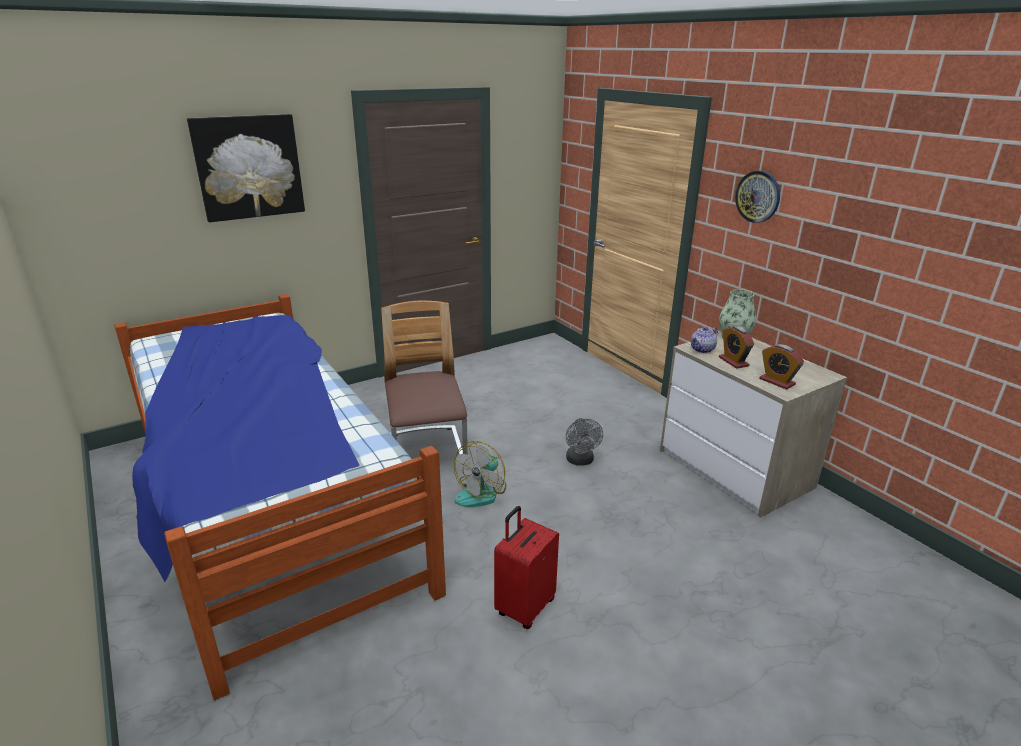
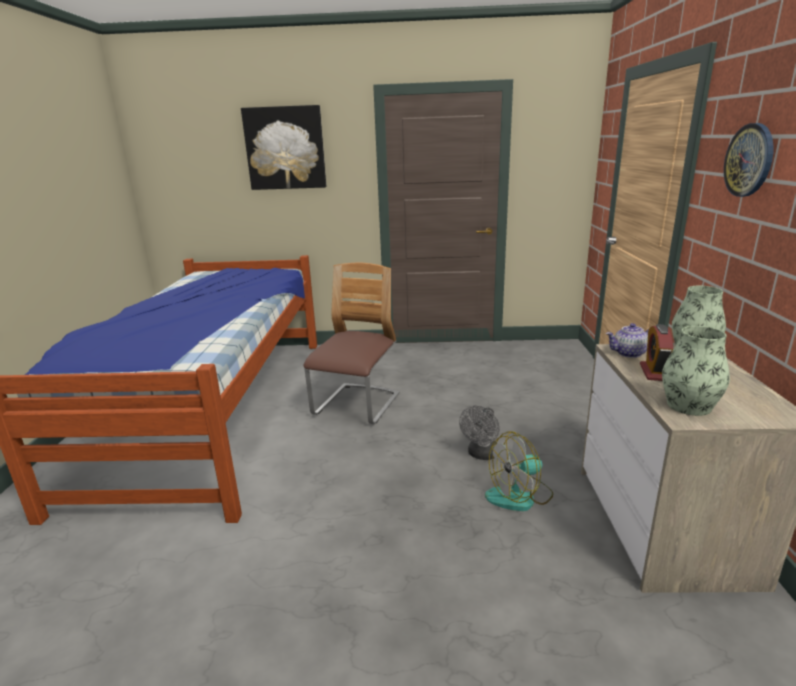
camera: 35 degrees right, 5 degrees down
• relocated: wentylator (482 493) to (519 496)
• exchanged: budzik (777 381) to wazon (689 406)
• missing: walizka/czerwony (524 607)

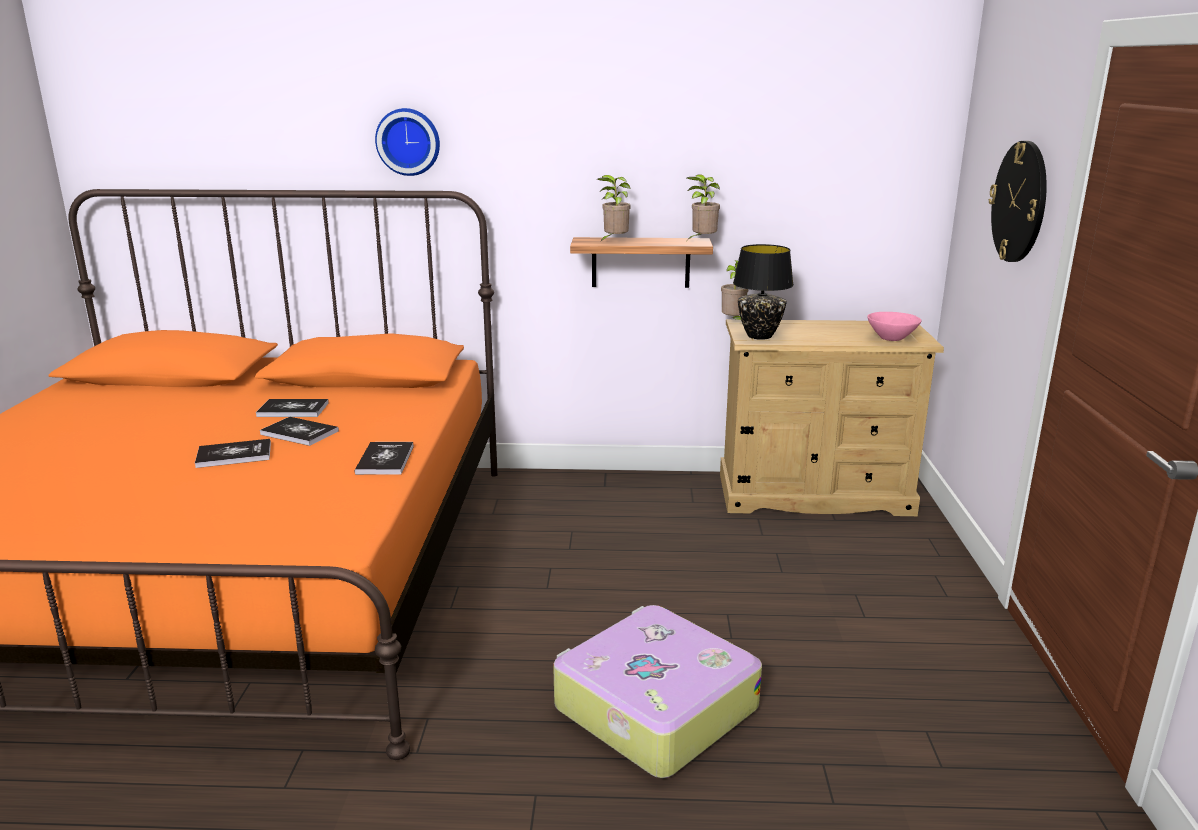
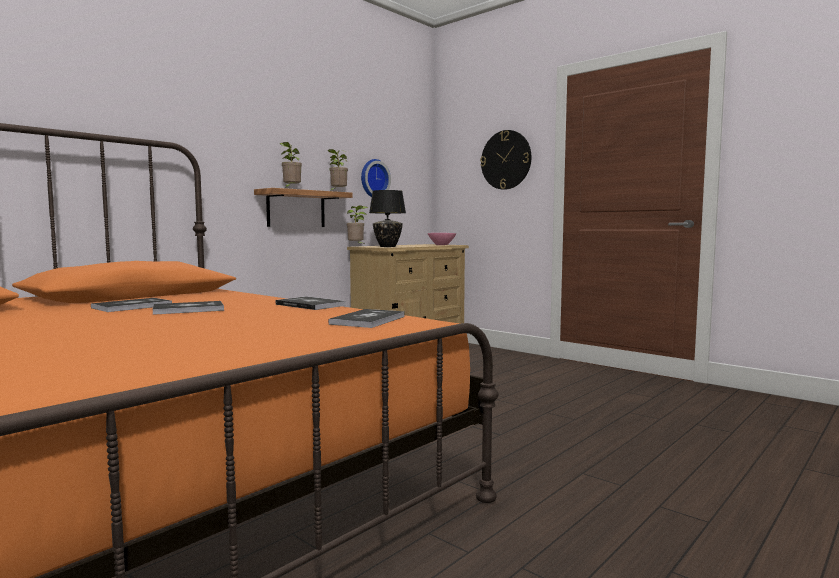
camera: 50 degrees left, 15 degrees down
• relocated: książka (234 455) to (368 320)
• relocated: zegar ścienny (409 141) to (373 179)
• missing: walizka (653 707)

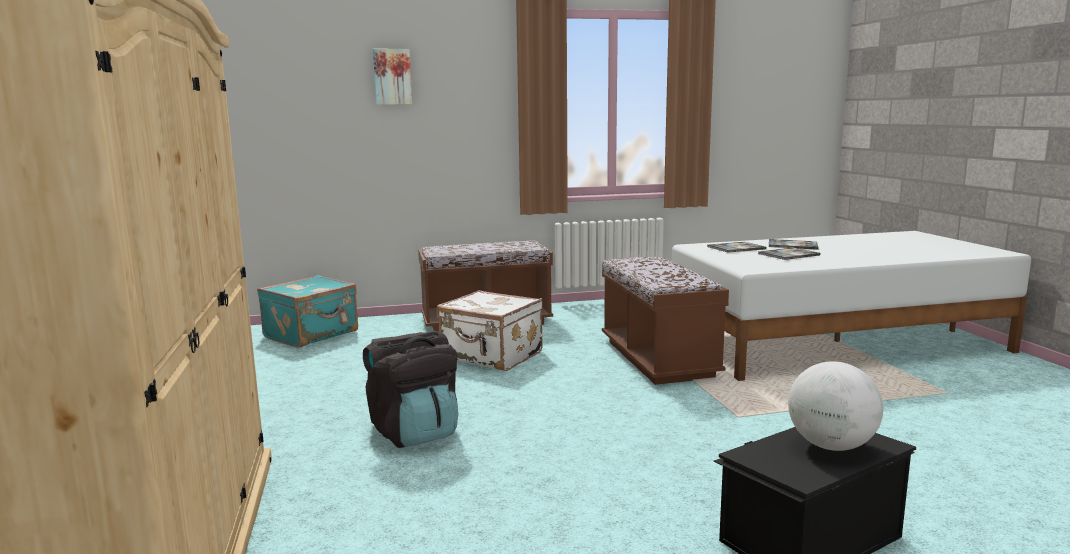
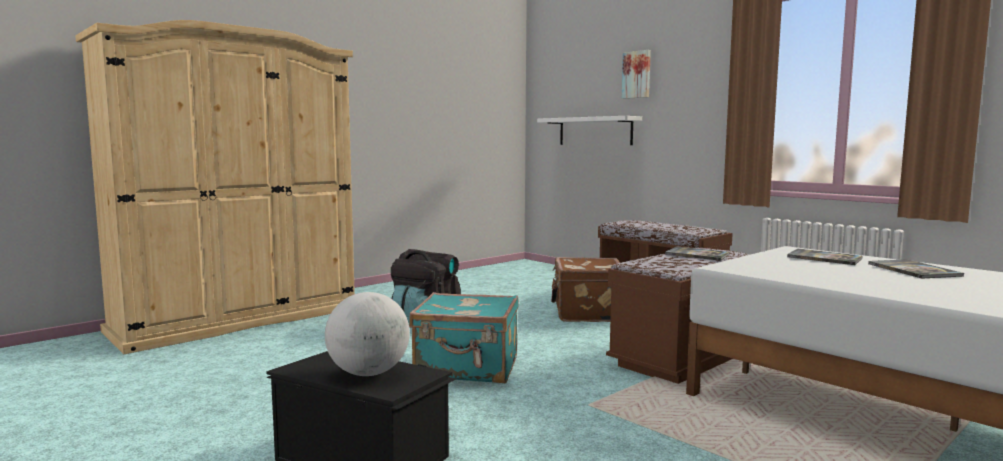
camera: 60 degrees right, 5 degrees down
• relocated: walizka/turkusowy (312 334) to (467 368)
• appeared: półka/biały (595 131)
• colour: walizka/biały (491 356) to walizka/brązowy (587 313)
• relocated: książka (788 255) to (697 254)

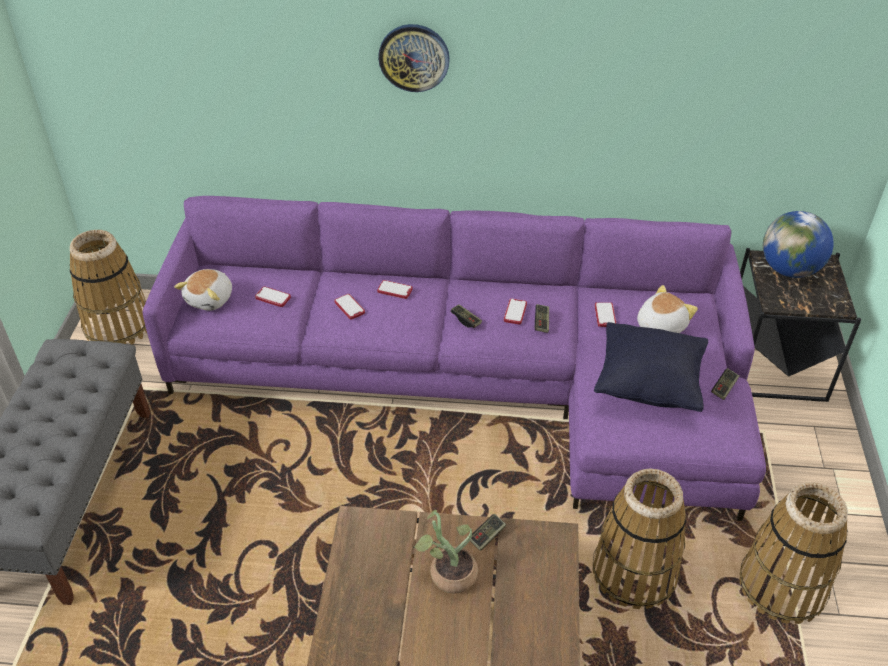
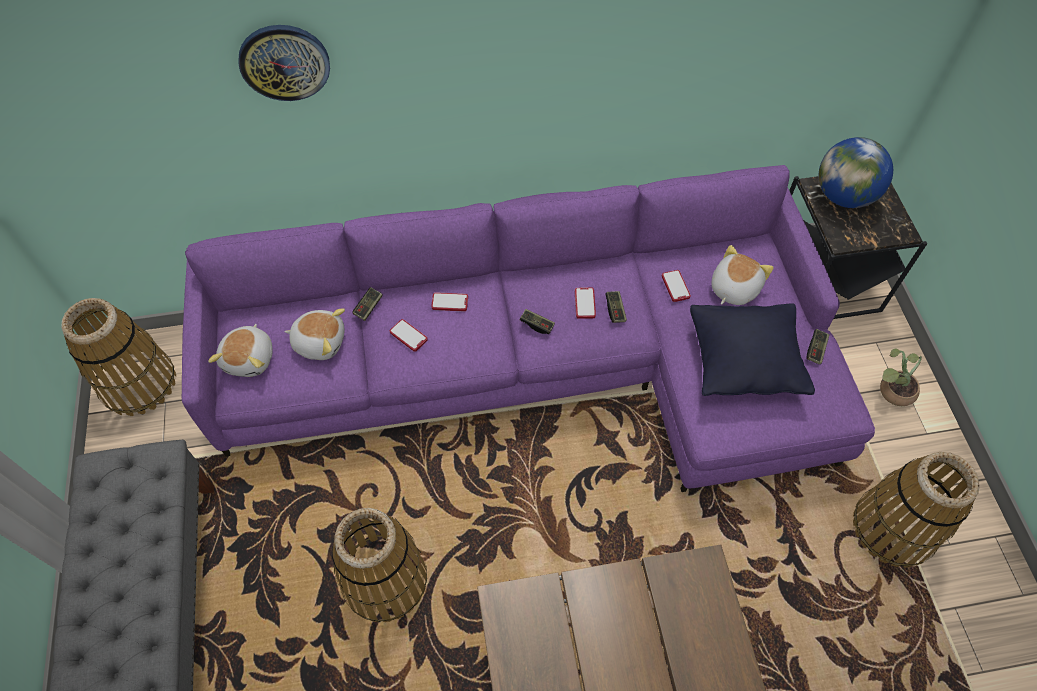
camera: 15 degrees left, 15 degrees up
• relocated: zegar ścienny (414 57) to (284 62)
• exchanged: telefon (273 297) to pluszak (320 341)
• relocated: koszyk (634 573) to (385 580)
• relocated: pad do gier (487 536) to (368 307)
• relocated: roślina doniczkowa (448 573) to (891 391)

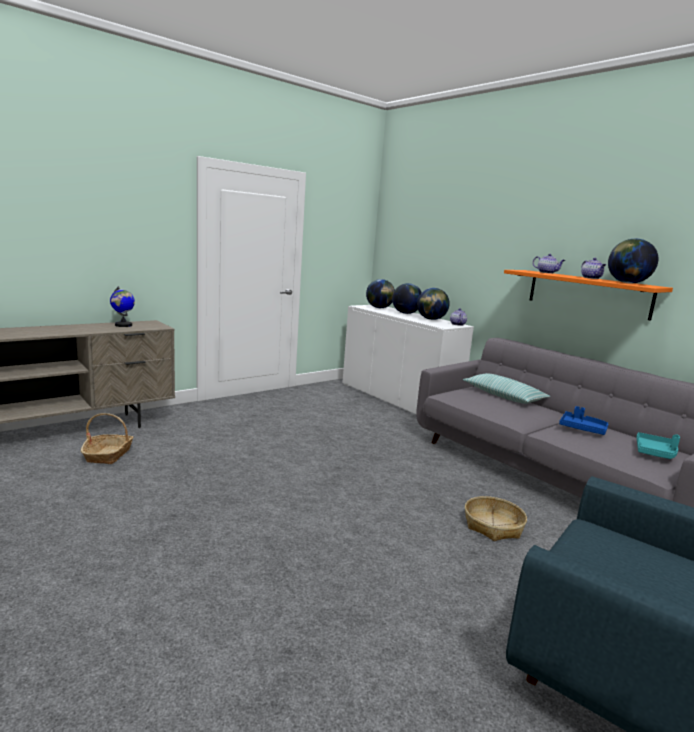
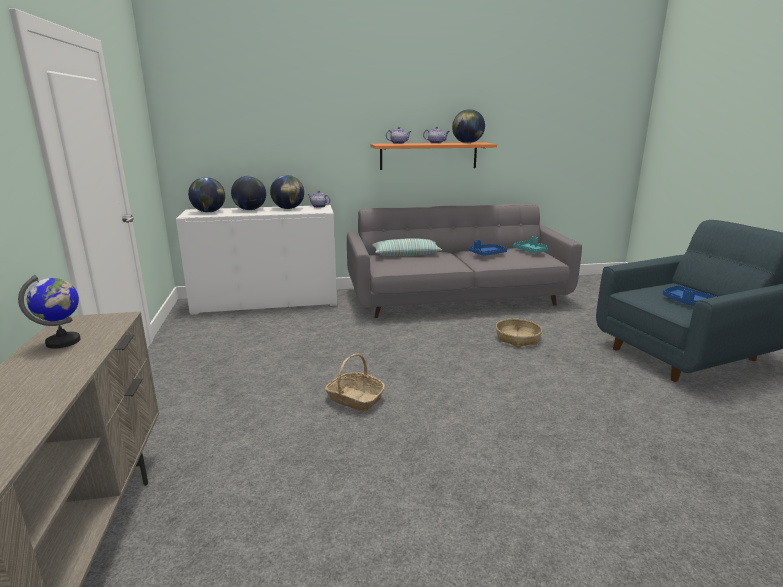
camera: 60 degrees left, 5 degrees up
• relocated: koszyk (108 454) to (354 399)
• appeared: taca/niebieski (686 302)

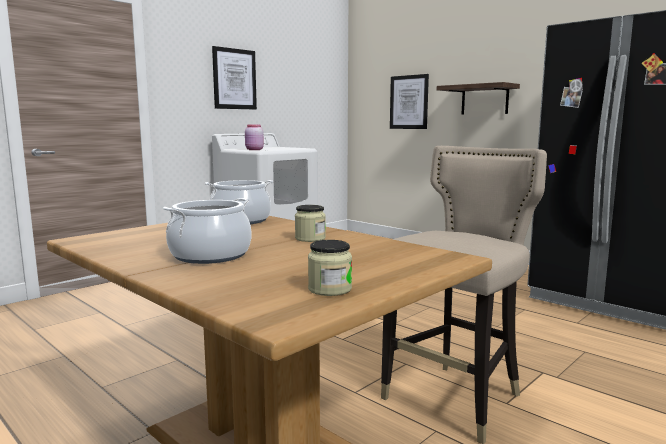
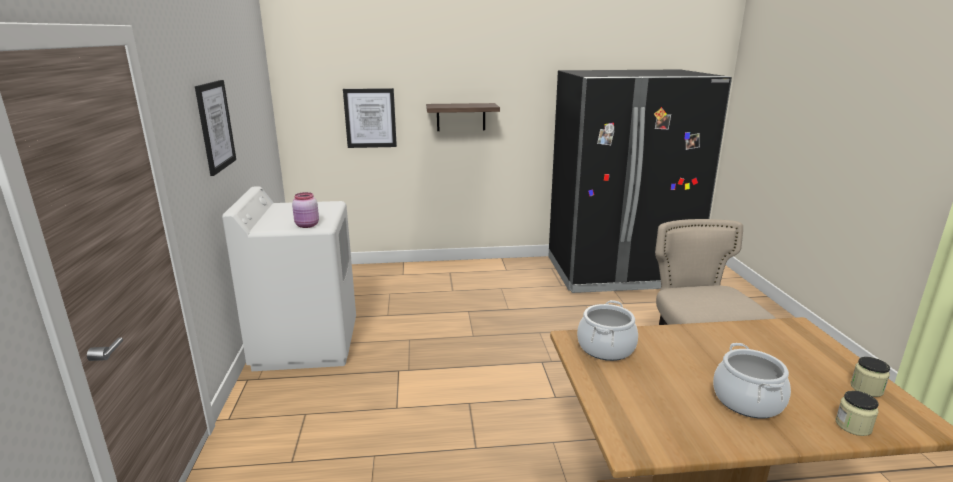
camera: 50 degrees left, 10 degrees up
• relocated: słoik (310 238) to (853 426)

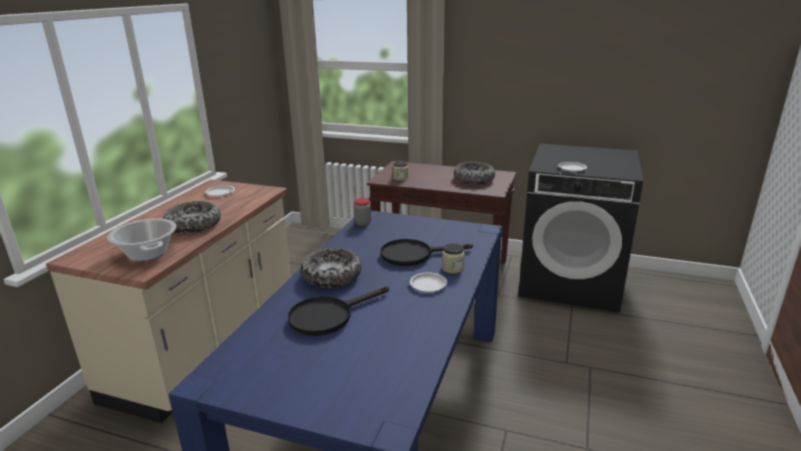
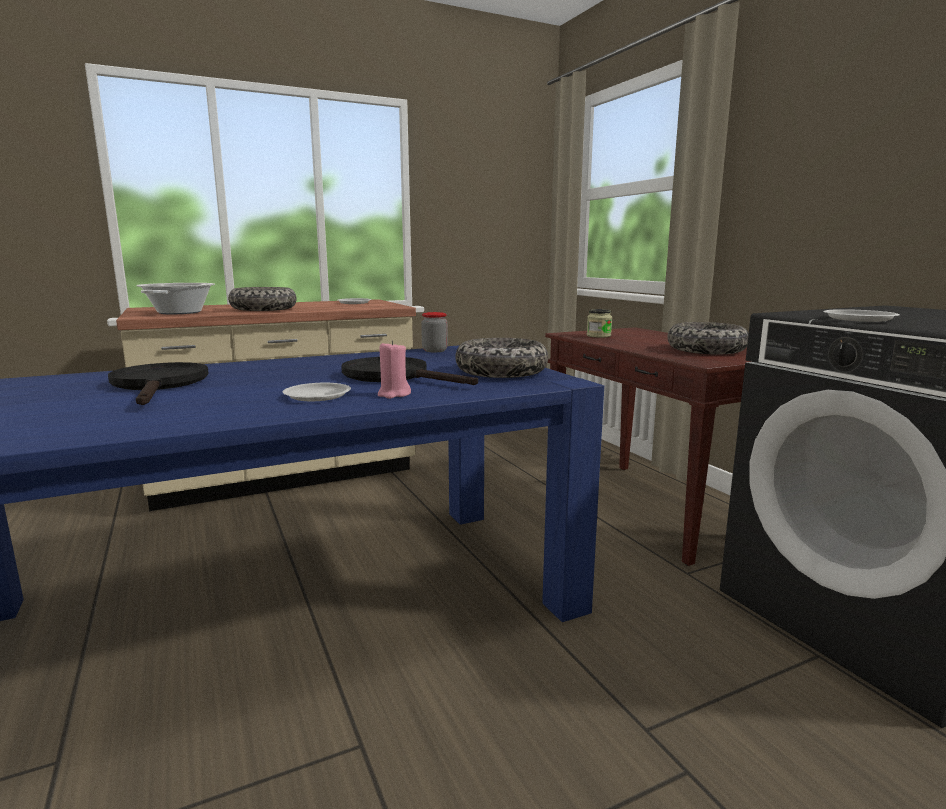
camera: 45 degrees right, 10 degrees down
• spun: patelnia/czarny (328 316) = (160 385) 60 degrees clockwise
• exchanged: słoik (453 268) to świeca/różowy (393 394)
• relocated: miska (331 276) to (501 372)

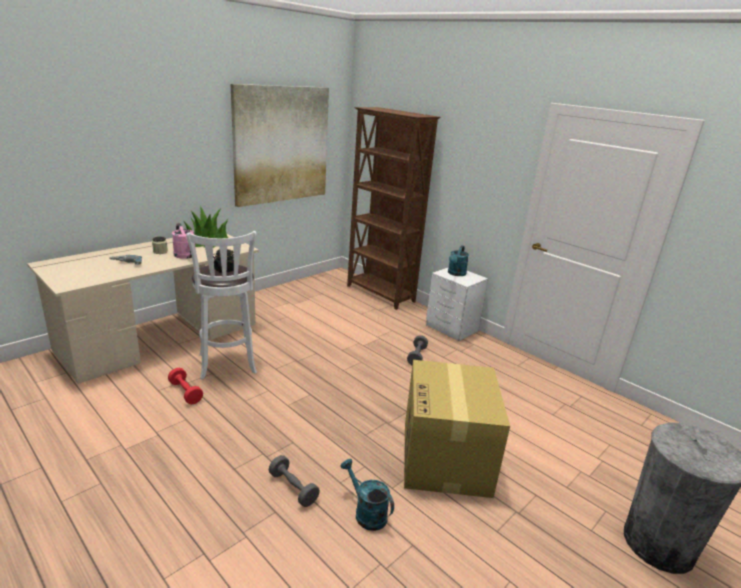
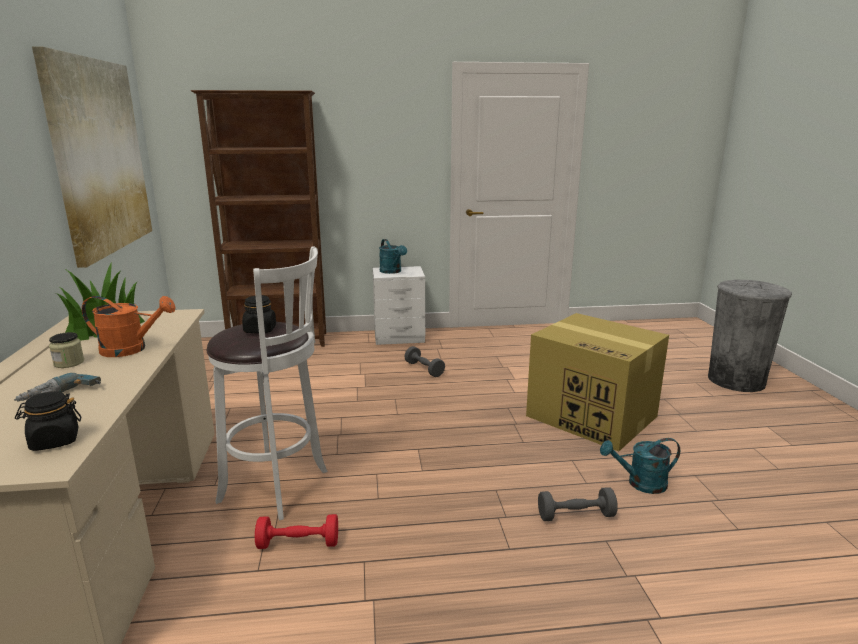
camera: 50 degrees left, 5 degrees down
• appeared: słoik/czarny (54 441)
• colour: konewka/różowy (186 256) to konewka/pomarańczowy (131 349)

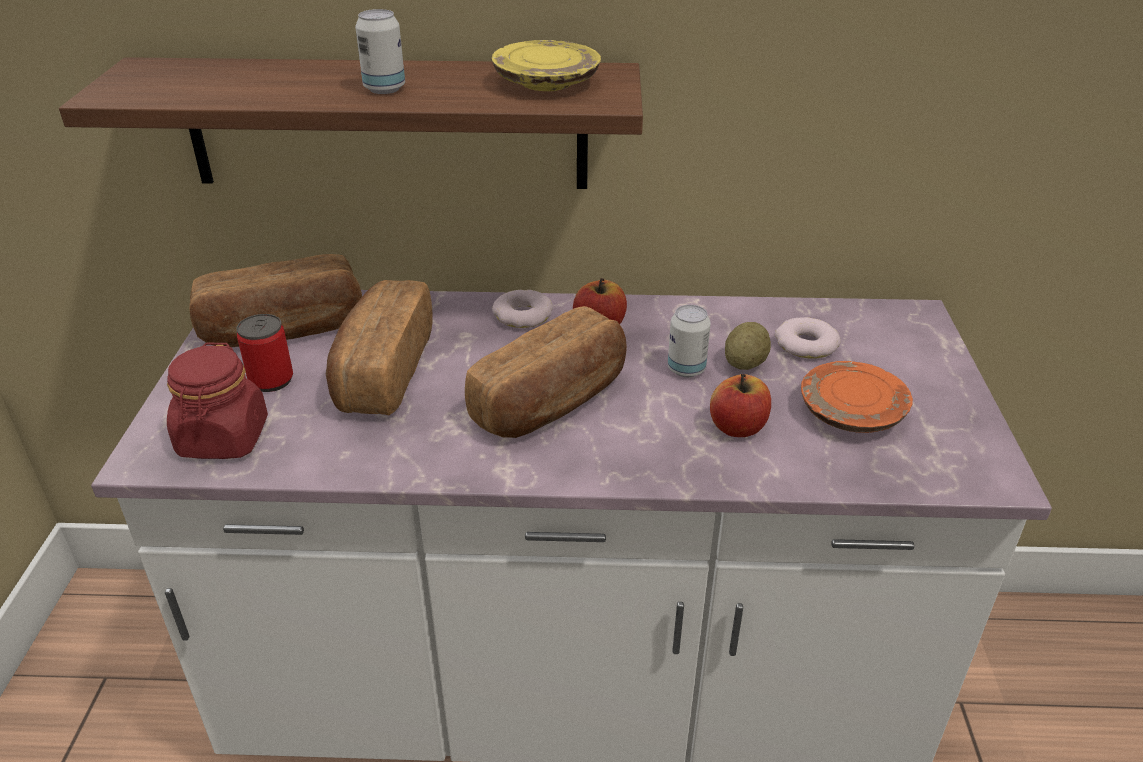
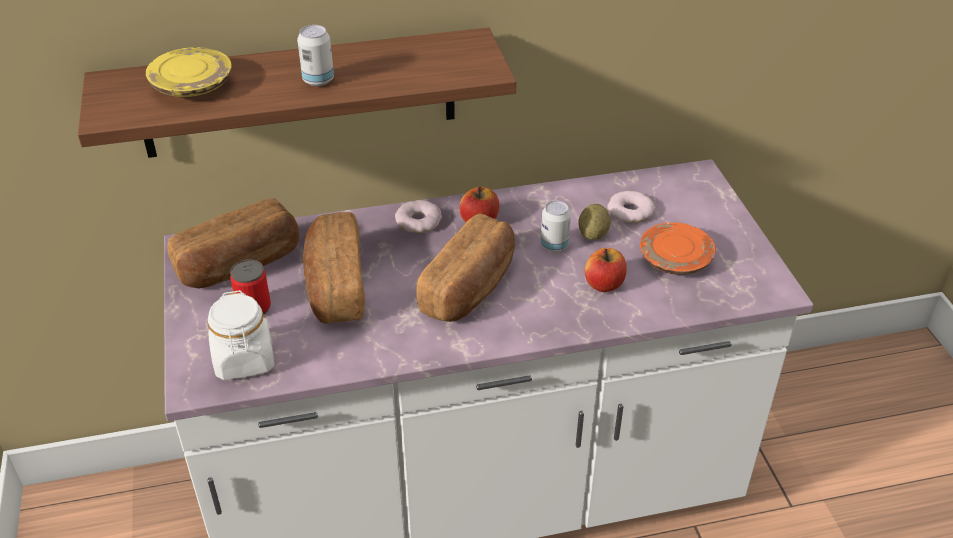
camera: 15 degrees left, 5 degrees up
• relocated: talerz/żółty (547 82) to (192 85)
• colour: słoik/czerwony (223 438) to słoik/biały (244 360)

